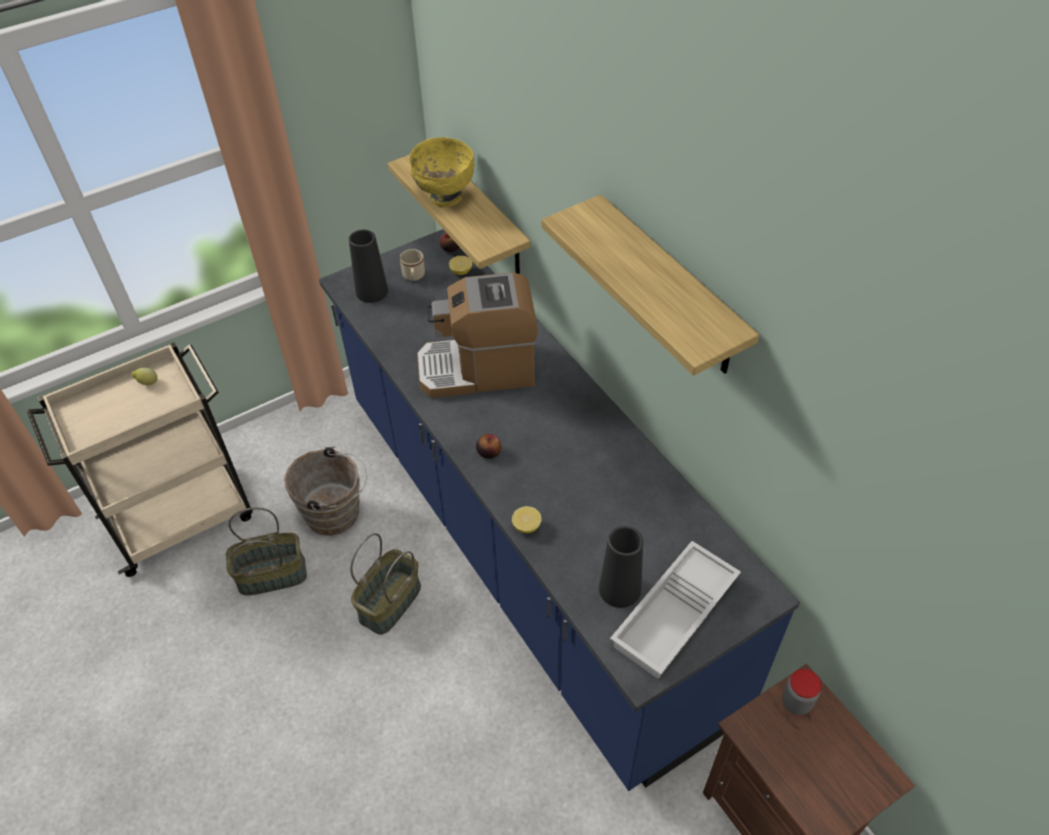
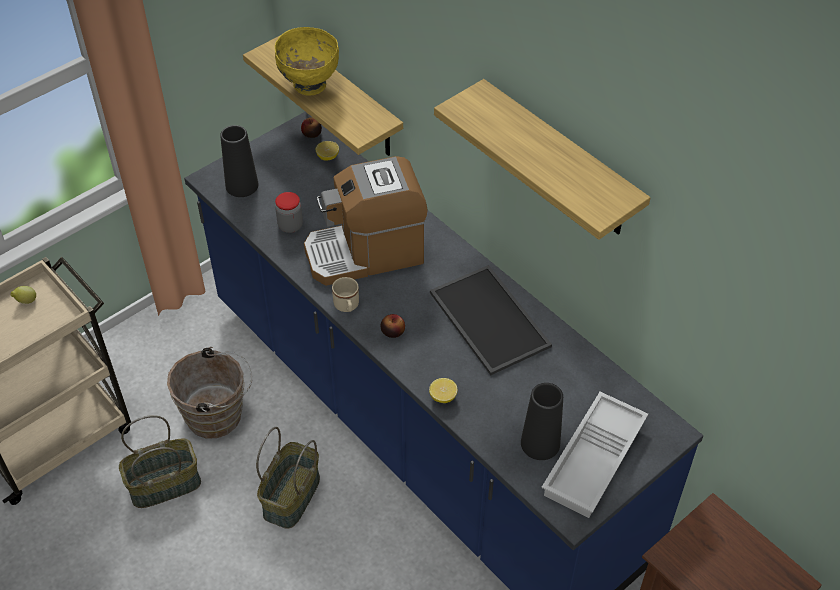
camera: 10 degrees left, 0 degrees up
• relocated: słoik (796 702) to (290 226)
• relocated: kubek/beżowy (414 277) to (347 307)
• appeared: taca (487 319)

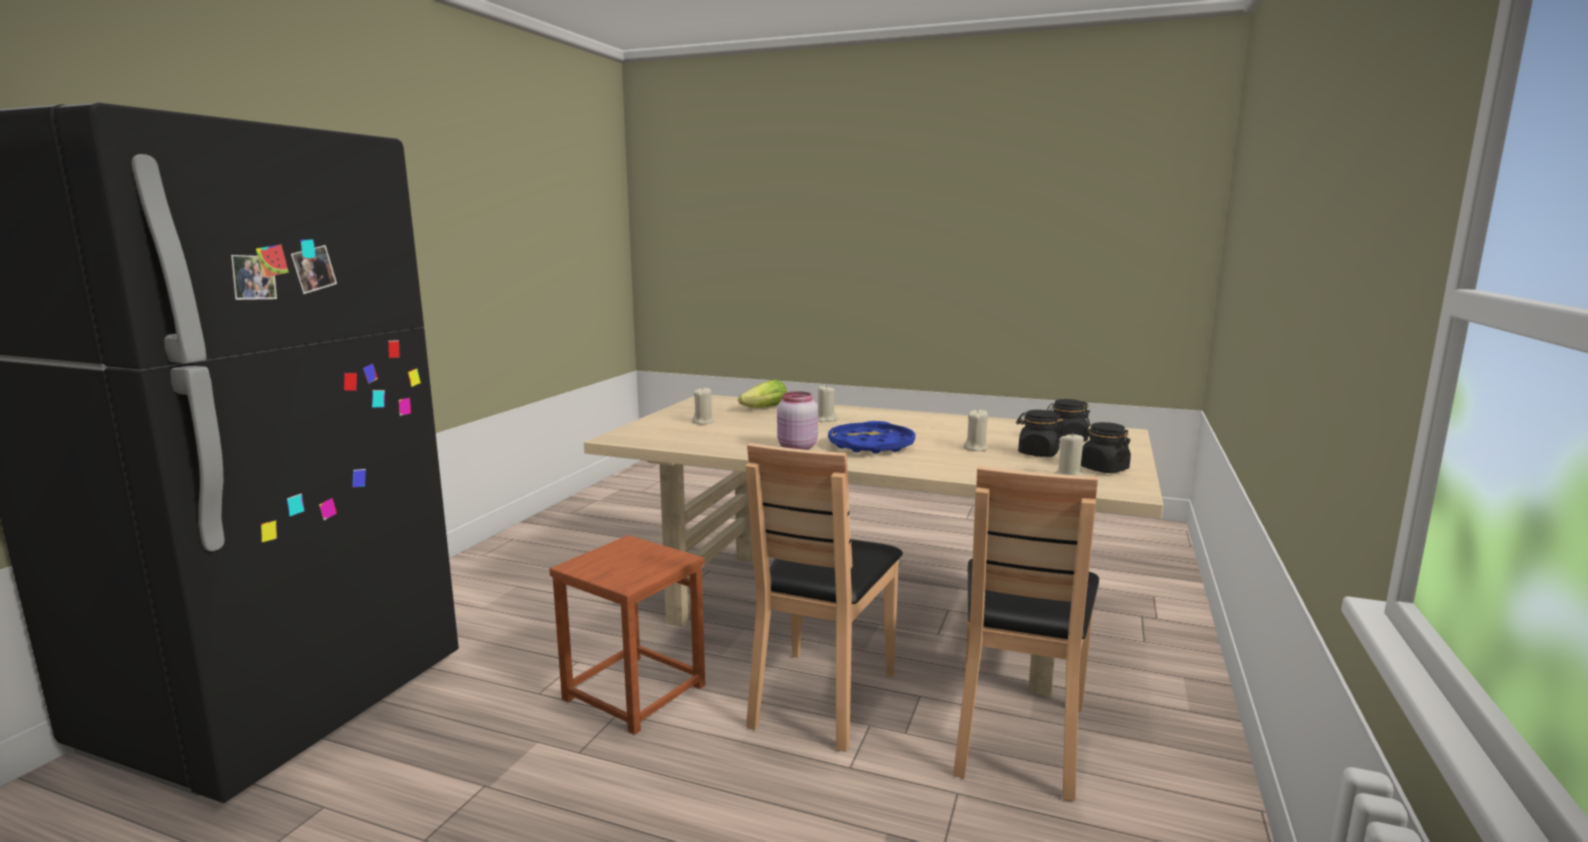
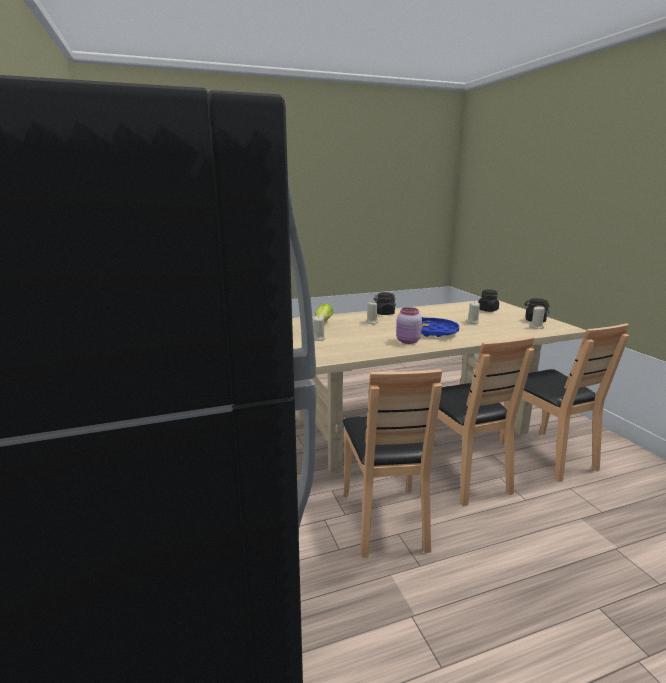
camera: 40 degrees left, 5 degrees up
• exchanged: stołek/brązowy (633 693) to krzesło/brązowy (385 519)
• relocated: słoik/czarny (1038 453) to (384 313)

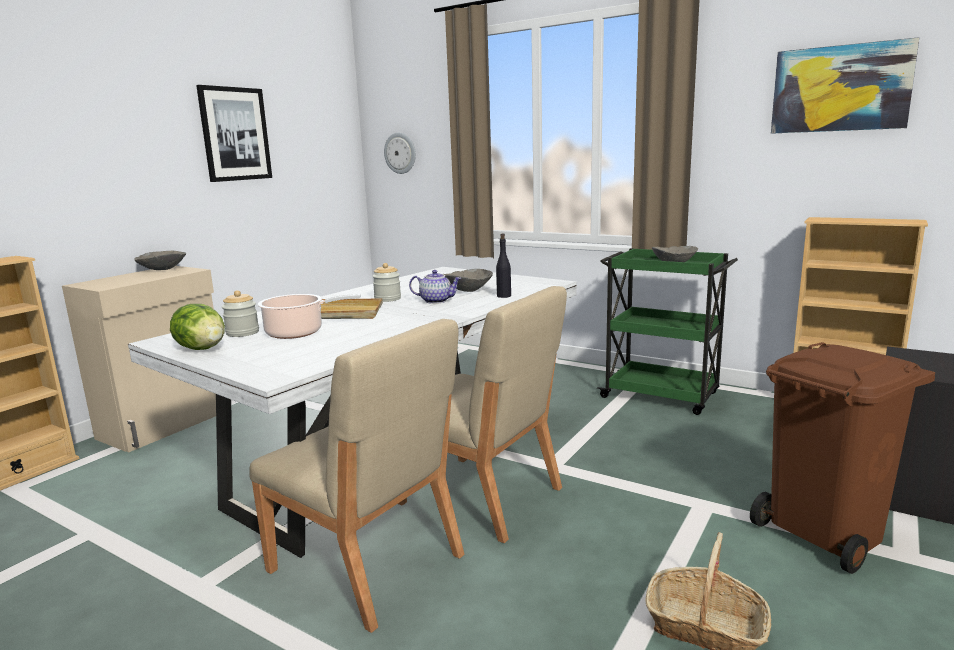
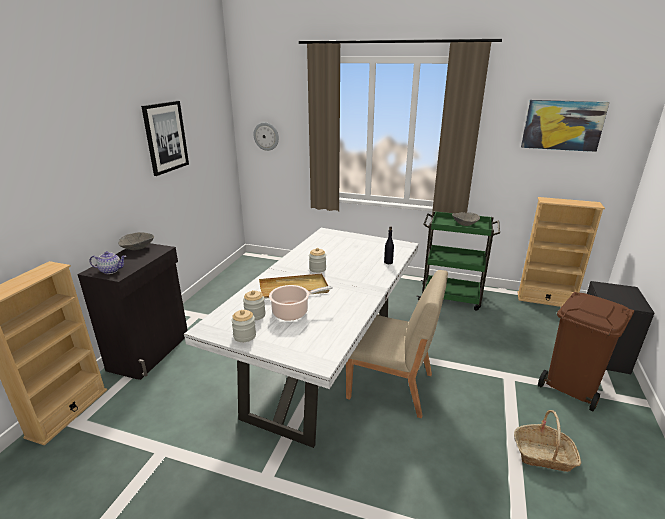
camera: 15 degrees left, 10 degrees up
• colour: szafka/beżowy (166 424) to szafka/czarny (151 351)
• relocated: imbryk (436 301) to (111 270)
• exchanged: sałata (202 349) to słoik (244 336)
• missing: krzesło/beżowy (367 564)
• missing: miska/szary (467 290)

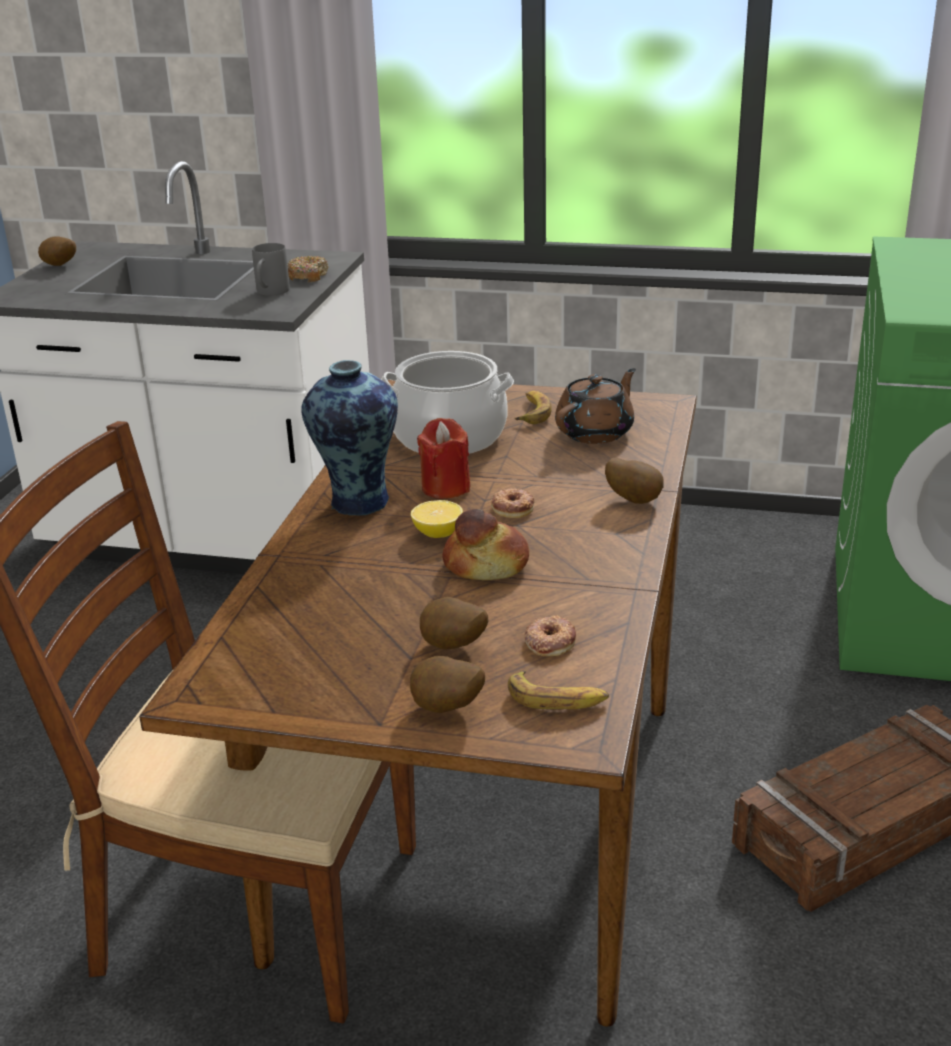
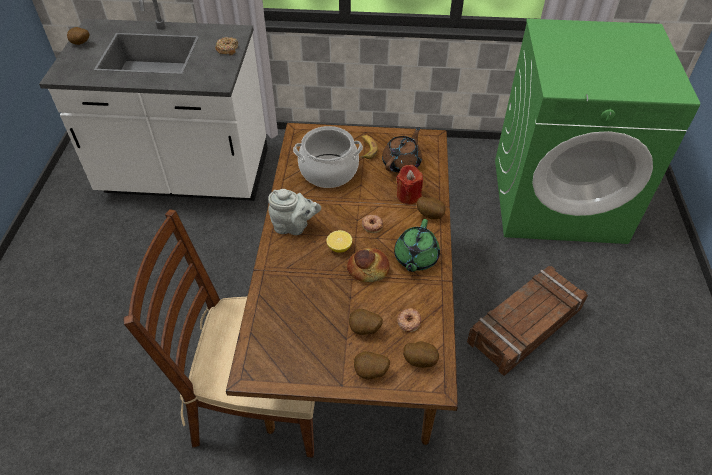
camera: 10 degrees left, 20 degrees up
• exchanged: wazon (357 503) to imbryk/szary (293 227)
• appeared: imbryk/zielony (415 258)
• relocated: świeca/czerwony (445 487) to (408 196)
• exchanged: banan (557 699) to ziemniak (419 360)
• missing: kubek/szary (270 293)

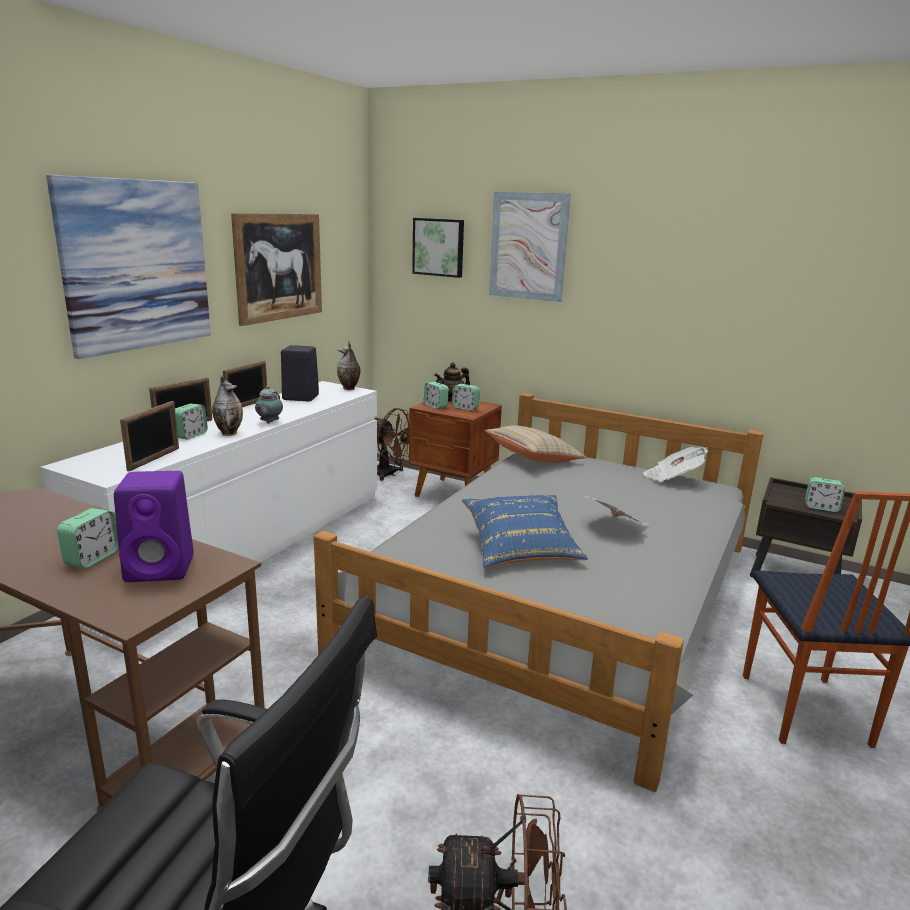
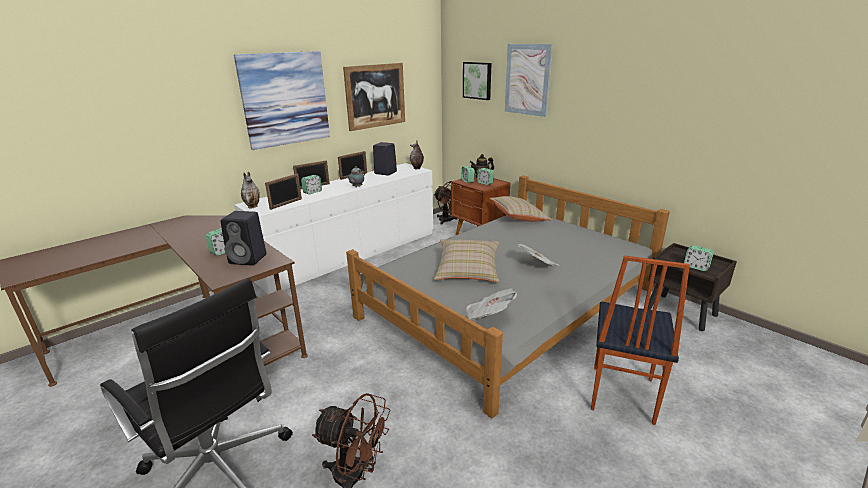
camera: 20 degrees right, 5 degrees up
• colour: głośnik/fioletowy (162 568) to głośnik/czarny (249 259)
• relocated: wazon (229 433) to (253 206)
• colour: poduszka/niebieski (520 548) to poduszka/beżowy (467 271)
• relocated: gazeta (672 478) to (488 315)

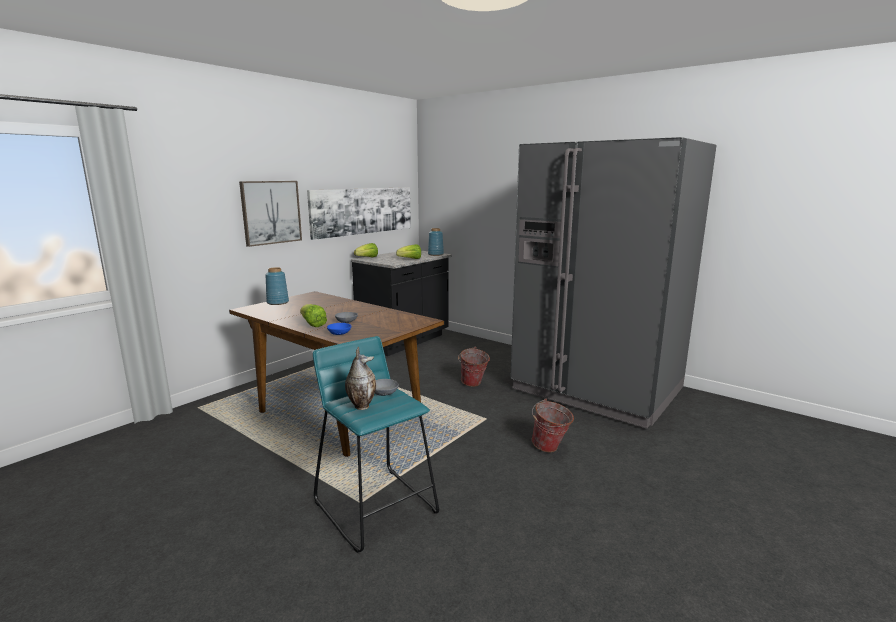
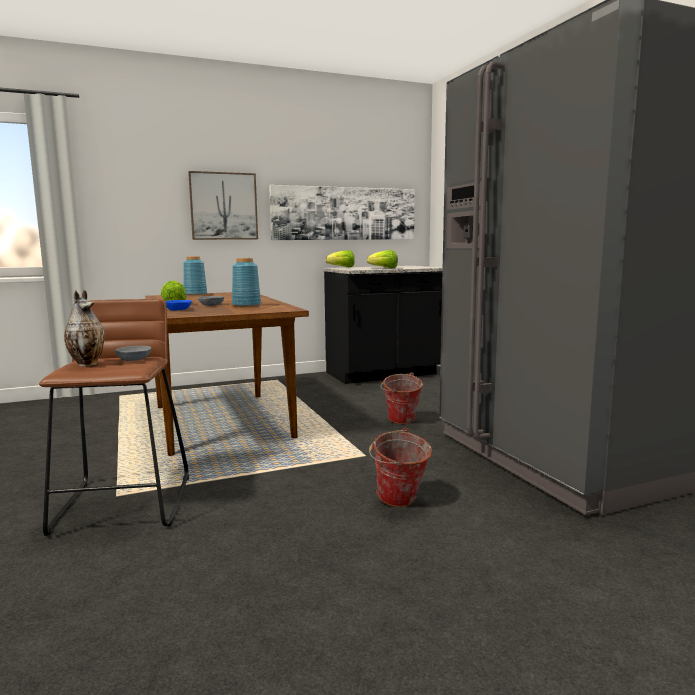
camera: 30 degrees right, 5 degrees down
• colour: stołek/turkusowy (377 506) to stołek/brązowy (125 503)
• relocated: wazon/niebieski (435 254) to (246 305)

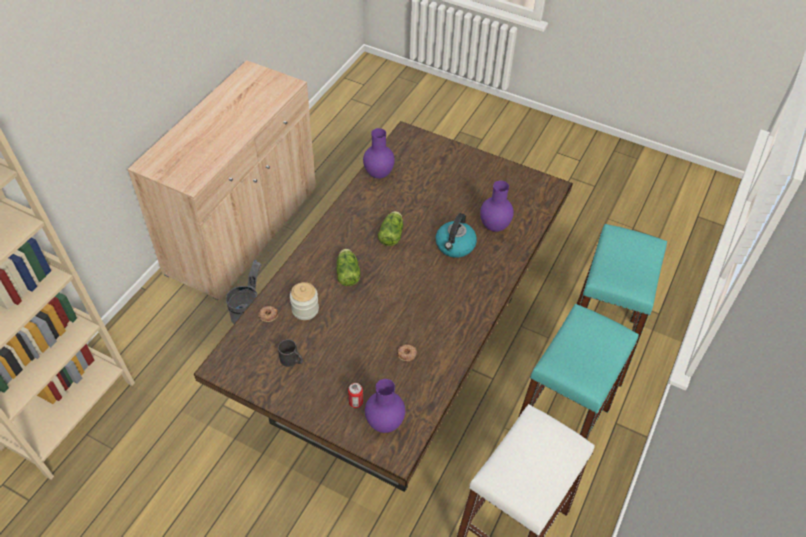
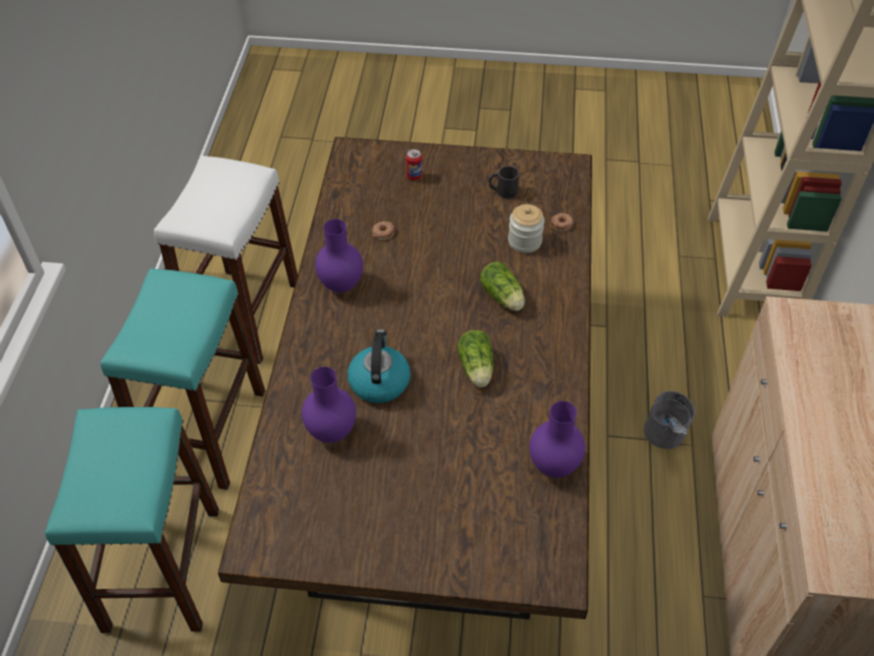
camera: 160 degrees right, 0 degrees up
• relocated: wazon/fioletowy (385 423) to (340 286)

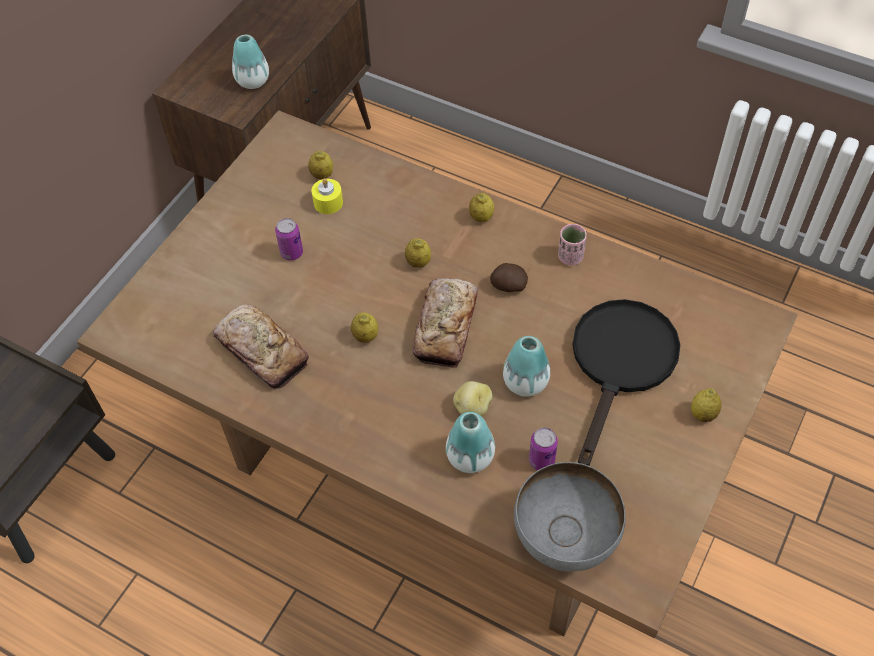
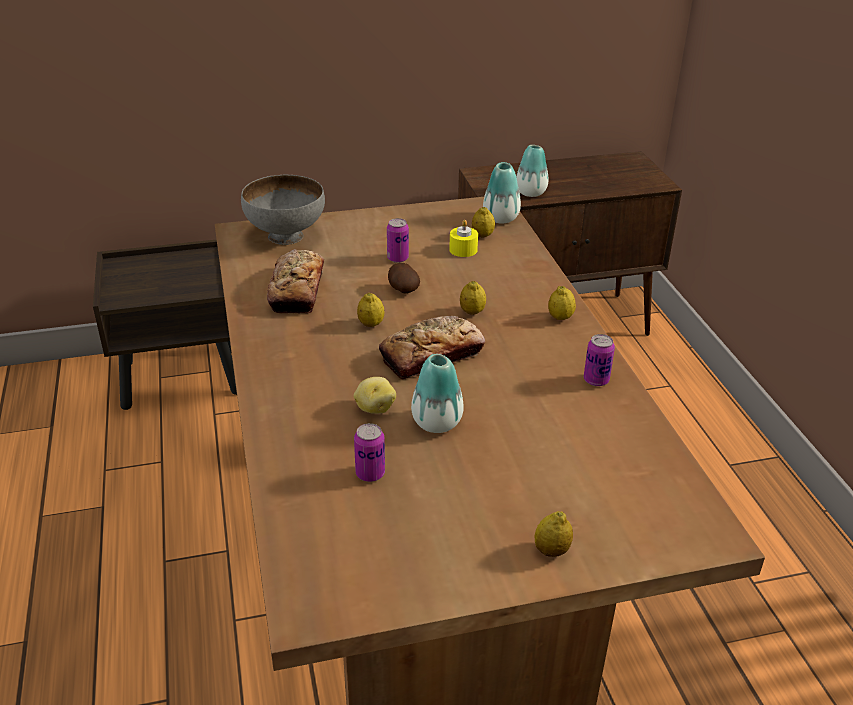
camera: 45 degrees right, 20 degrees down
• relocated: miska/szary (565 539) to (285 237)
• relocated: ziemniak (508 286) to (402 289)
• relocated: wazon (470 457) to (500 218)
• exchanged: filiżanka/różowy (570 257) to puszka (596 380)
• missing: patelnia/czarny (620 364)

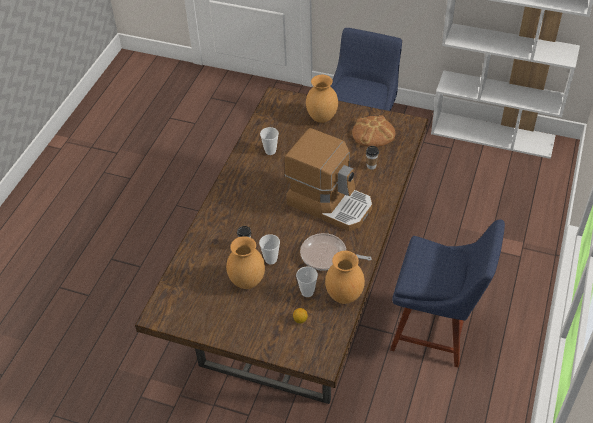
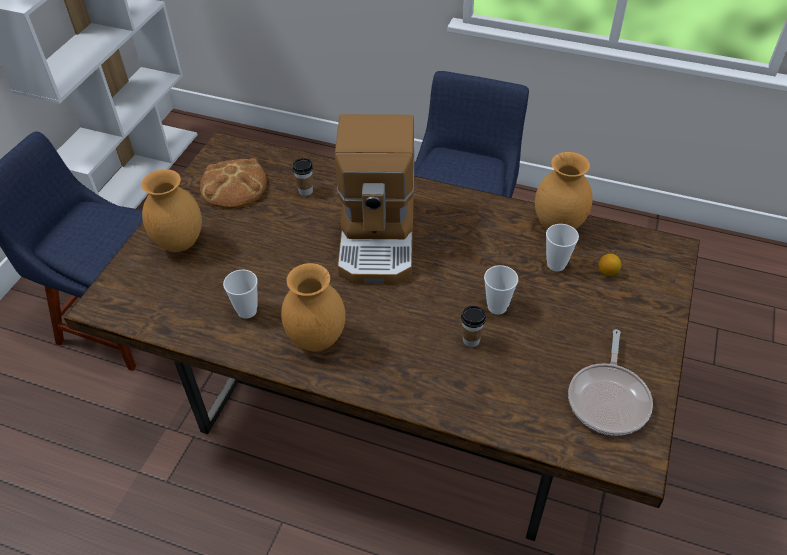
camera: 90 degrees left, 0 degrees up
• relocated: wazon/brązowy (248 281) to (316 339)
• spun: ekspres do kawy (330 203) = (379 237) 150 degrees clockwise
• relocated: patelnia (326 256) to (609 399)

